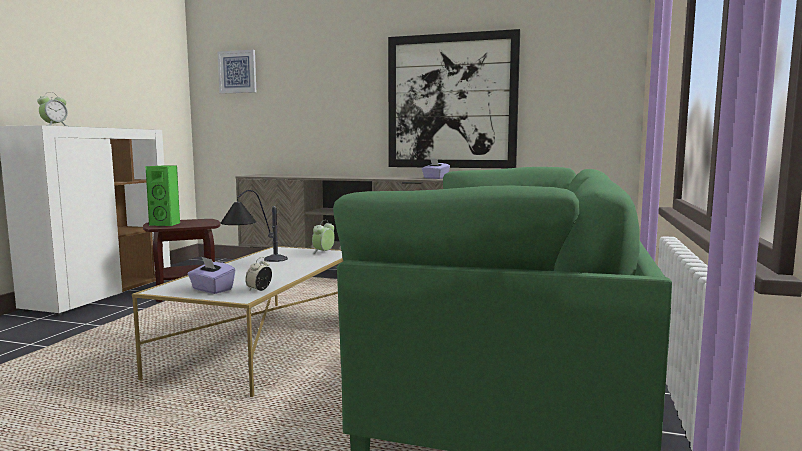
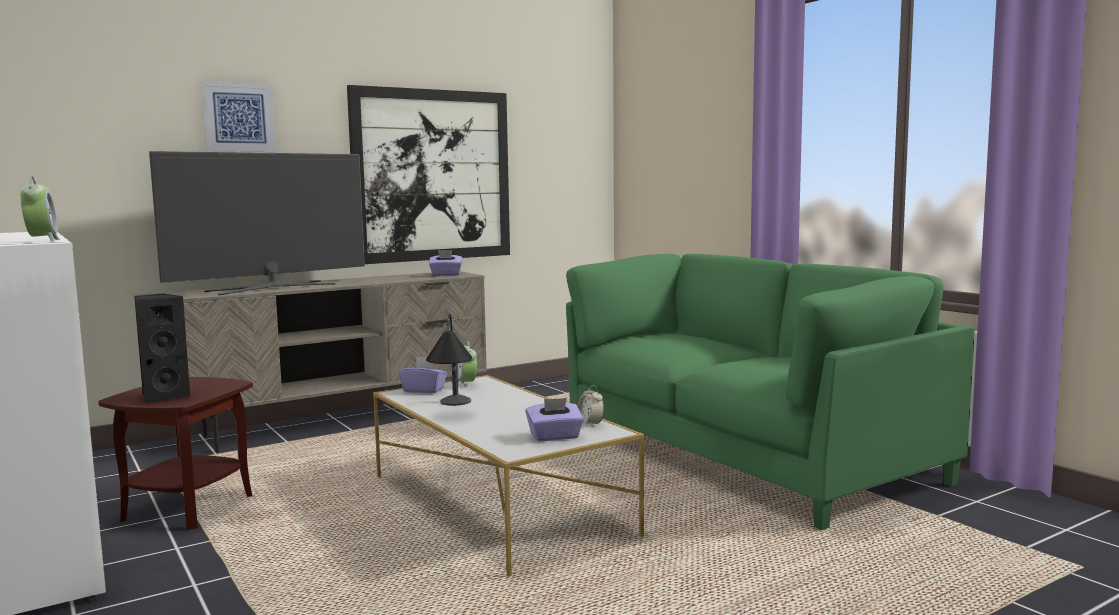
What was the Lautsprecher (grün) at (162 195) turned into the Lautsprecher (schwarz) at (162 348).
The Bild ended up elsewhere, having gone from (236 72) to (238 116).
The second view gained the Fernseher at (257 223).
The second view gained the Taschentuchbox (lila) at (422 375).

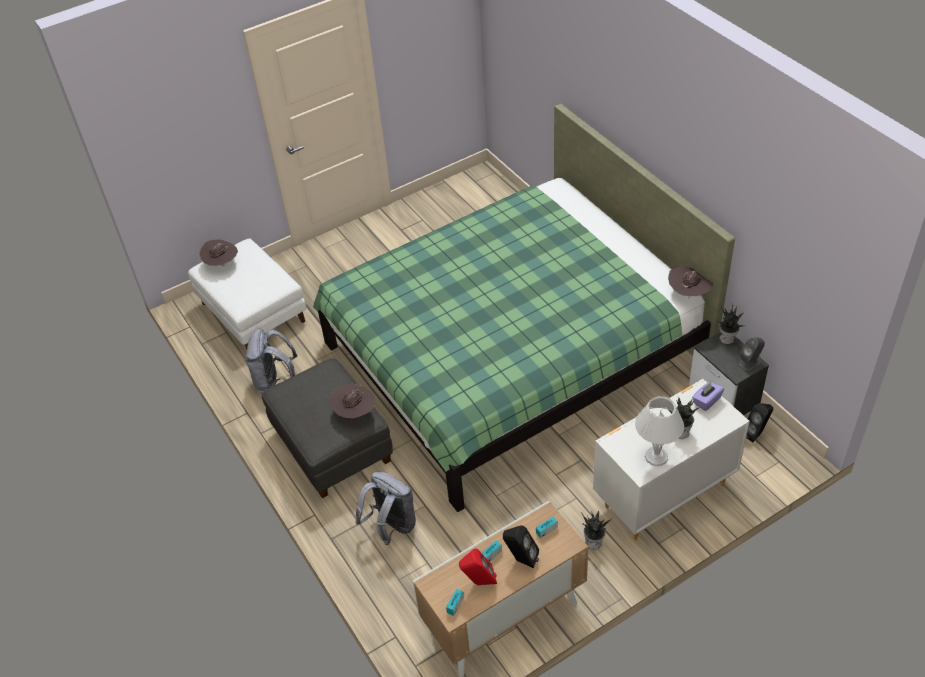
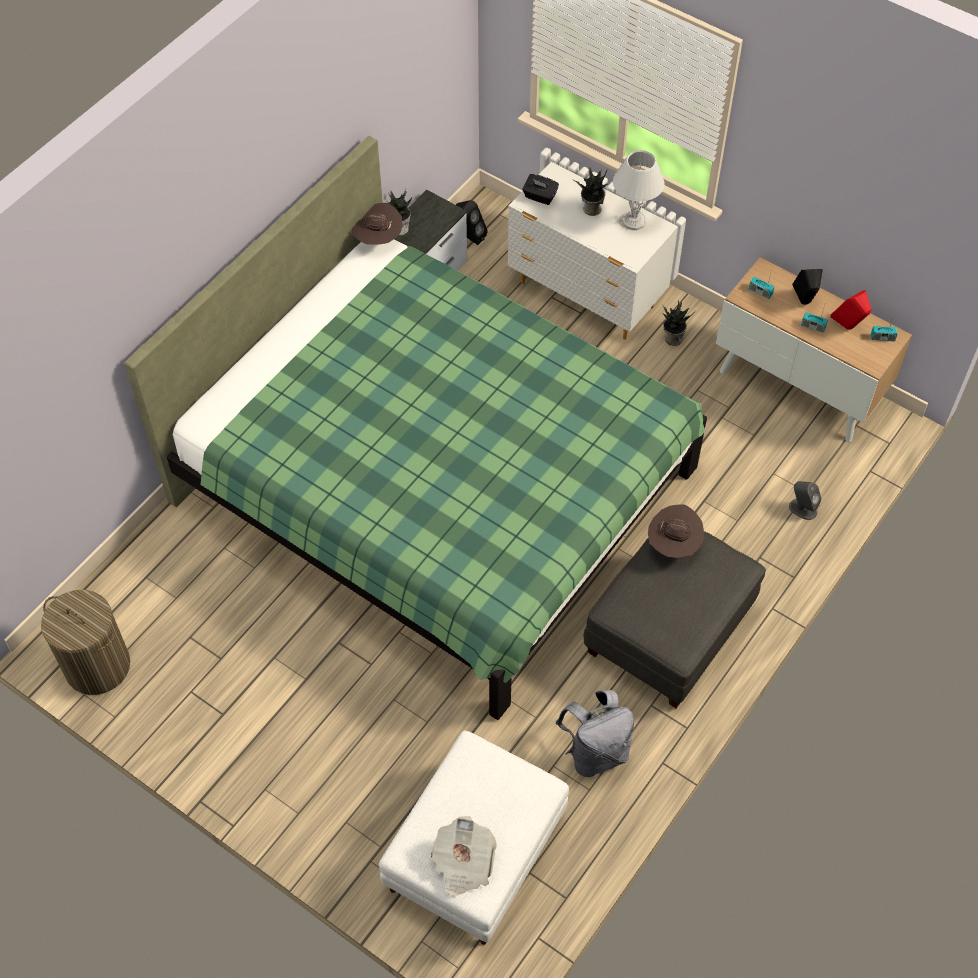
Where the Hut (braun) stood at (218 253), the Zeitung came to stand at (464 856).
The second view lost the Rucksack (grau) at (385 508).
What was the Taschentuchbox (lila) at (708 396) turned into the Taschentuchbox (schwarz) at (540 189).
The Lautsprecher (grau) ended up elsewhere, having gone from (752 354) to (805 500).
The second view gained the Wäschekorb at (85 642).

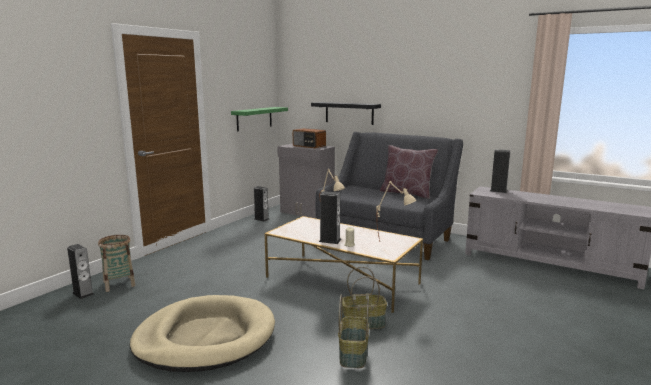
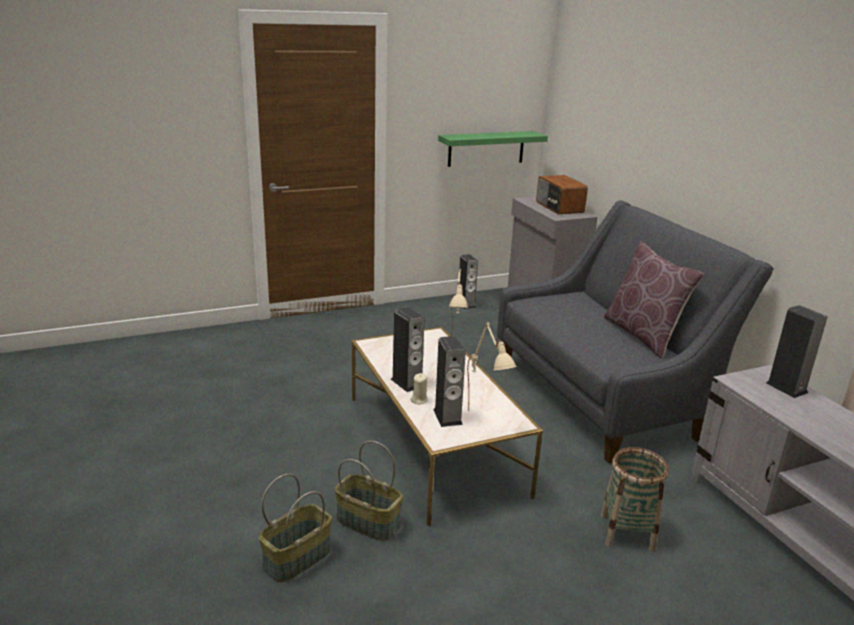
The Lautsprecher ended up elsewhere, having gone from (80 271) to (449 381).
The Korb ended up elsewhere, having gone from (117 263) to (635 499).
The second view lost the Hundebett (beige) at (202 333).
The second view lost the Wandregal (schwarz) at (346 113).

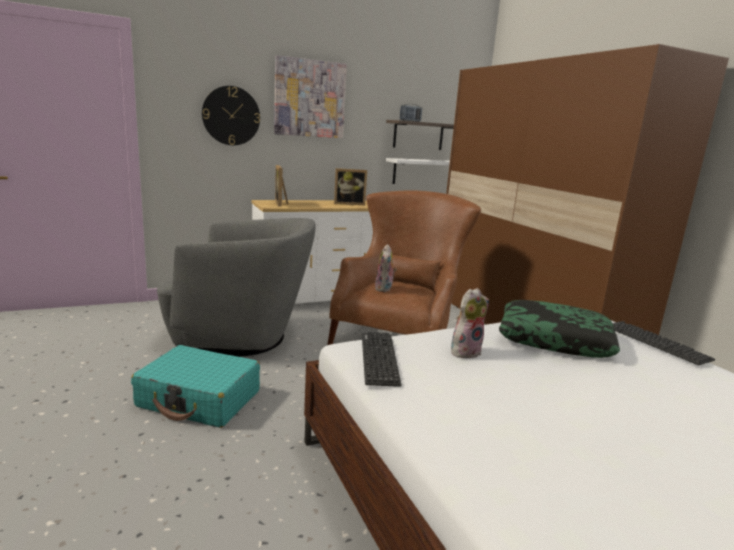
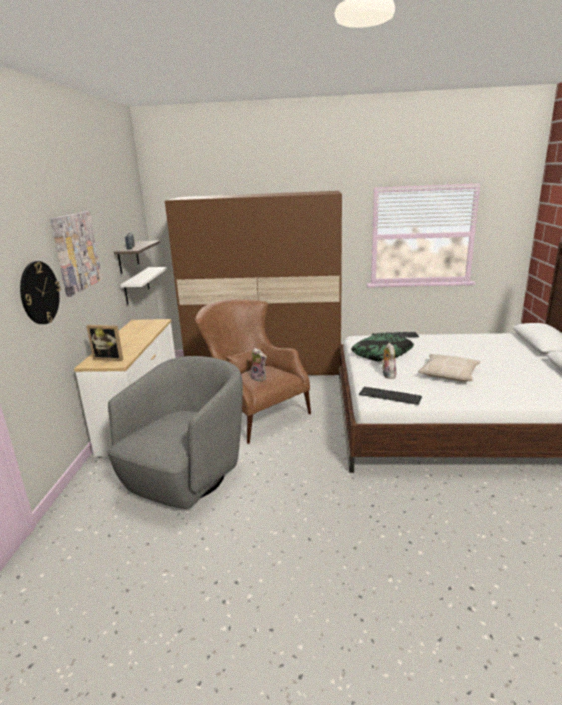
The second view lost the Koffer (türkis) at (195 386).
The second view lost the Bilderrahmen at (350 186).
The second view gained the Kissen (beige) at (449 368).

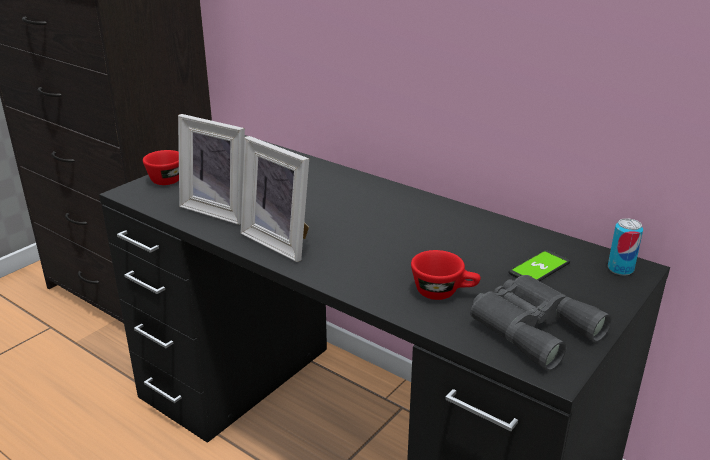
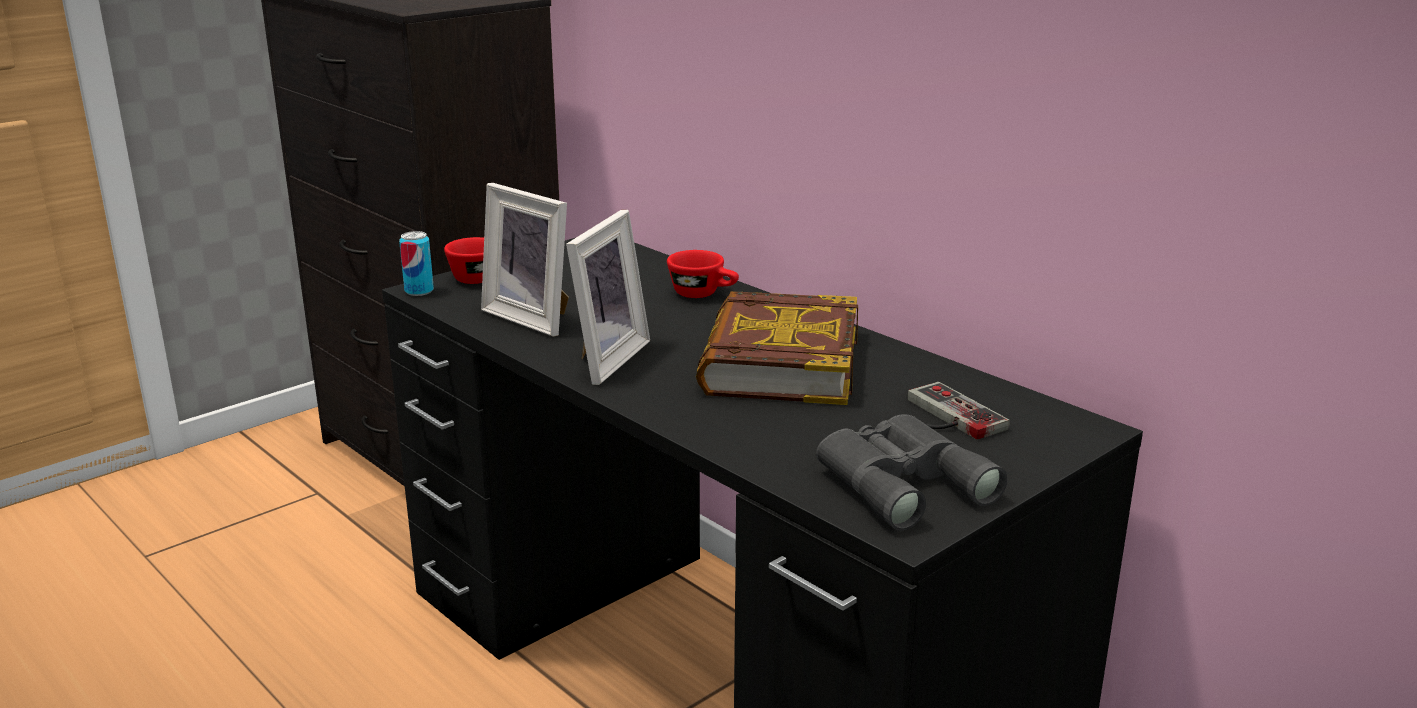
The Bilderrahmen at (275 199) ended up facing another way, 120 degrees counterclockwise from before.
The Tasse (rot) ended up elsewhere, having gone from (446 275) to (703 274).
Where the Handy stood at (539 265), the Gamepad came to stand at (958 411).
The Dose ended up elsewhere, having gone from (625 246) to (416 263).
The second view gained the Buch at (777 348).

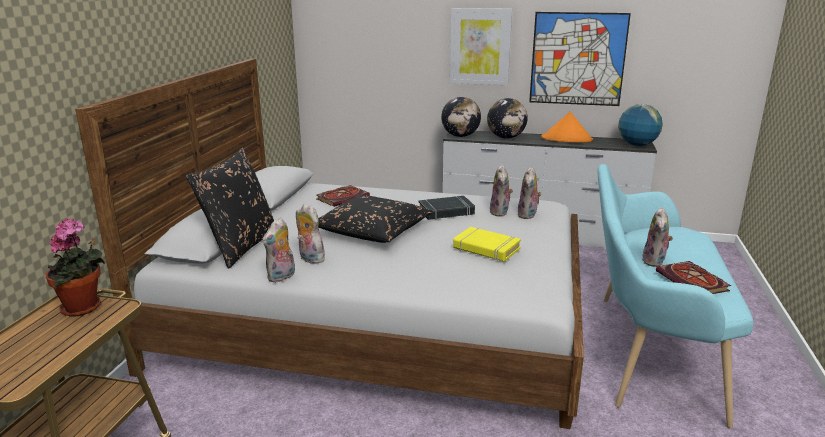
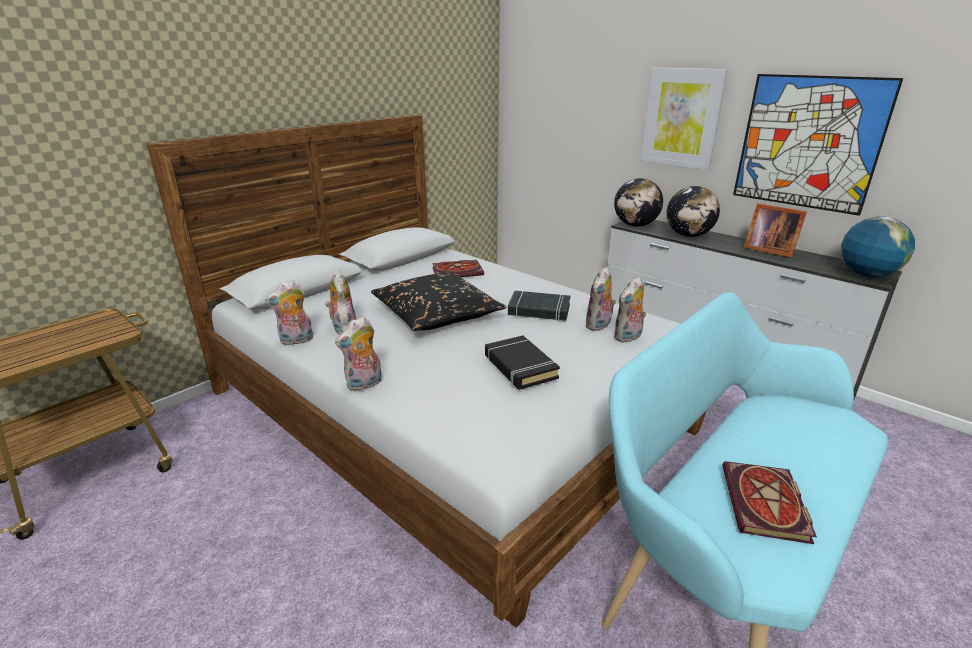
The second view lost the Topfpflanze at (75 267).
The second view lost the Kissen (schwarz) at (230 208).
What was the Buch (gelb) at (487 244) turned into the Buch (schwarz) at (522 363).
Where the Hut (orange) stood at (567 127), the Bilderrahmen came to stand at (775 230).
The Plüschtier ended up elsewhere, having gone from (657 237) to (358 354).

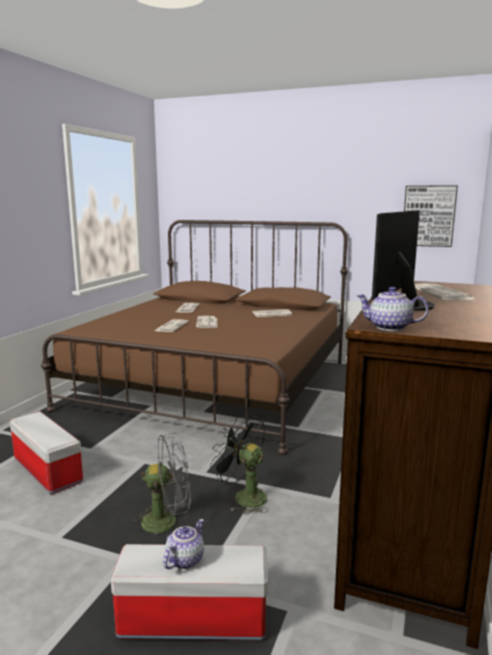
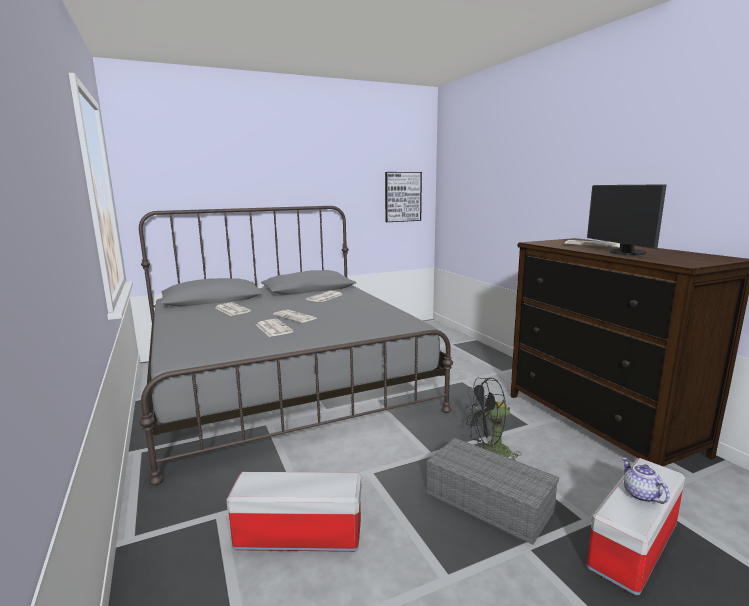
What was the Bett (braun) at (194 337) turned into the Bett (grau) at (296 345).
Where the Ventilator (grau) stood at (161 486), the Aufbewahrungsbox (grau) came to stand at (493 491).
The second view lost the Teekanne at (393 309).

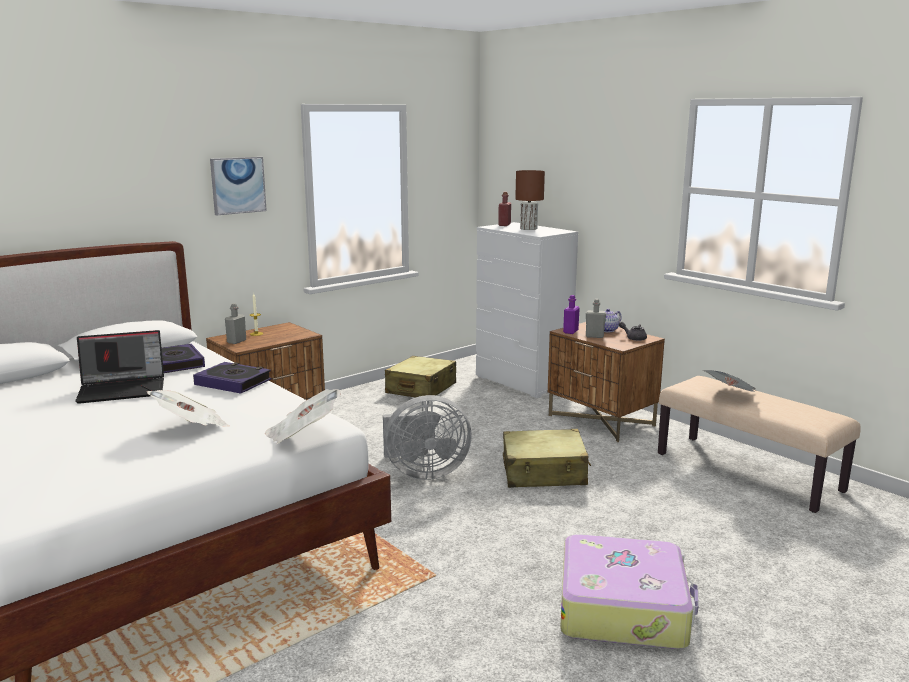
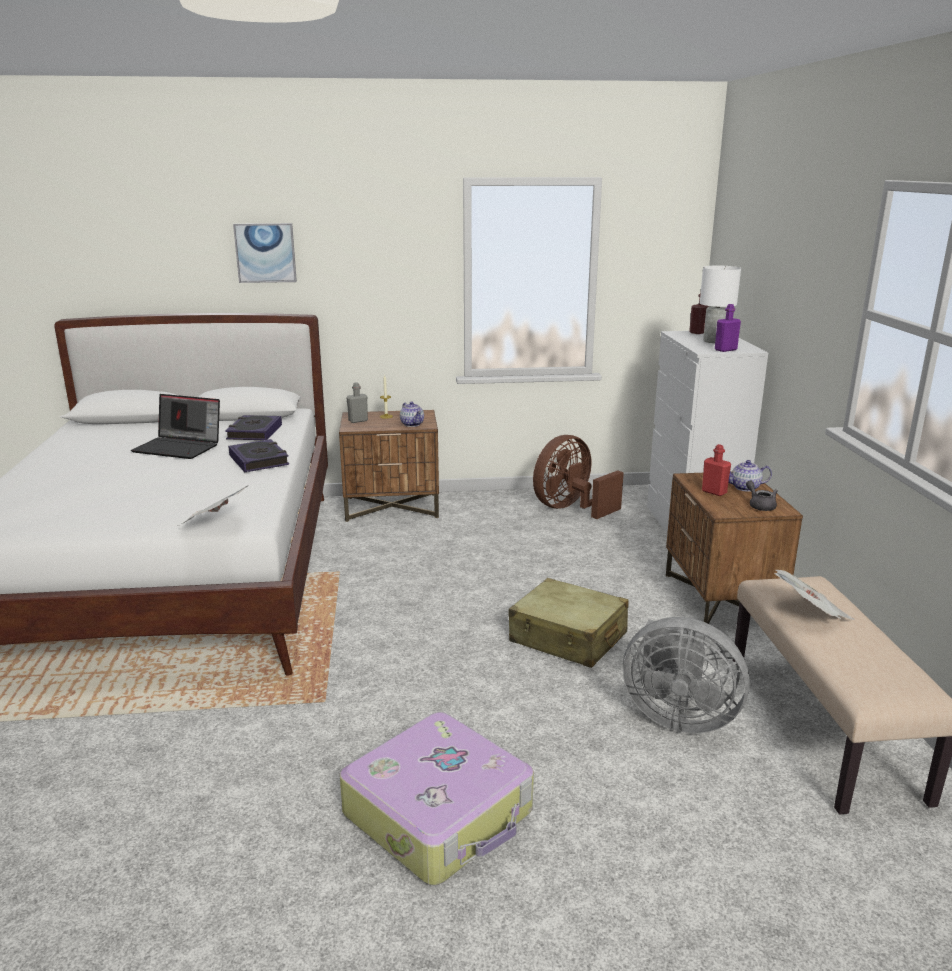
The second view lost the Zeitung at (188 408).
The Bild ended up elsewhere, having gone from (238 186) to (265 253).
The Ventilator (grau) ended up elsewhere, having gone from (427 437) to (686 675).
Where the Koffer (beige) stood at (420 377), the Ventilator (braun) came to stand at (578 477).
What was the Tischlampe (braun) at (530 200) turned into the Tischlampe (weiß) at (720 304).
The Flasche (lila) ended up elsewhere, having gone from (571 314) to (728 328).
What was the Flasche (grau) at (596 318) turned into the Flasche (rot) at (716 470).
The second view gained the Teekanne at (412 414).

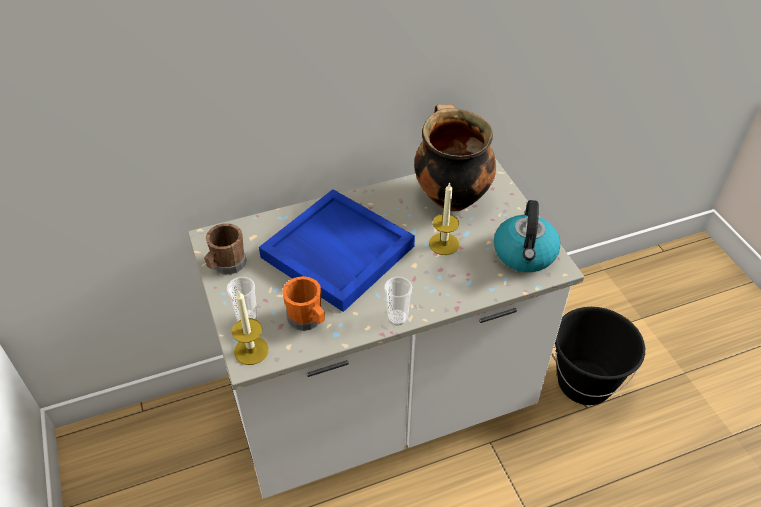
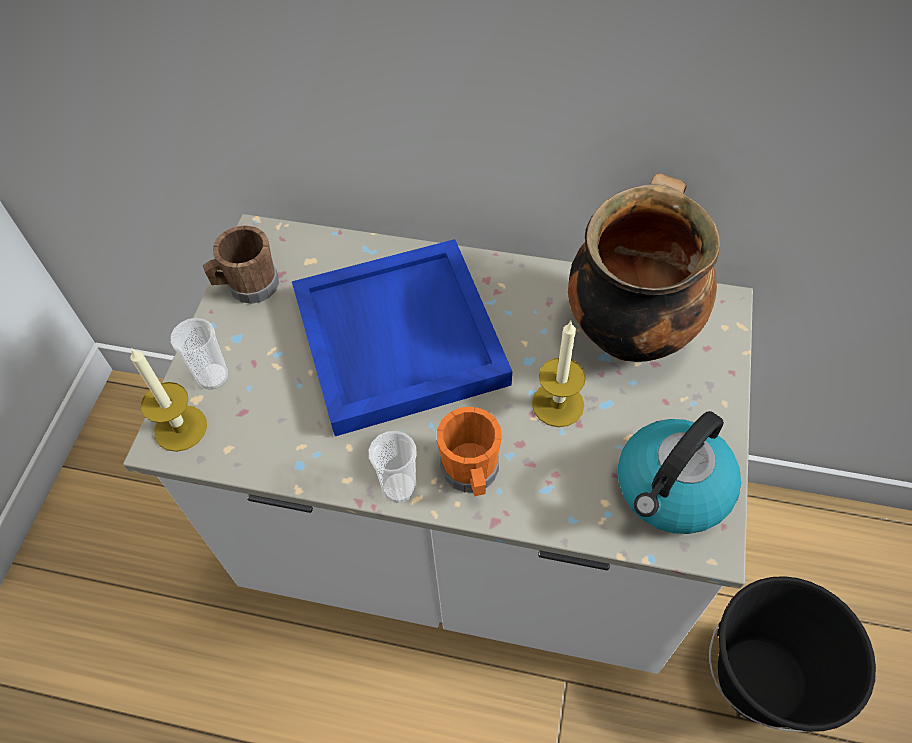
The Henkelbecher (orange) ended up elsewhere, having gone from (303 303) to (469 451).

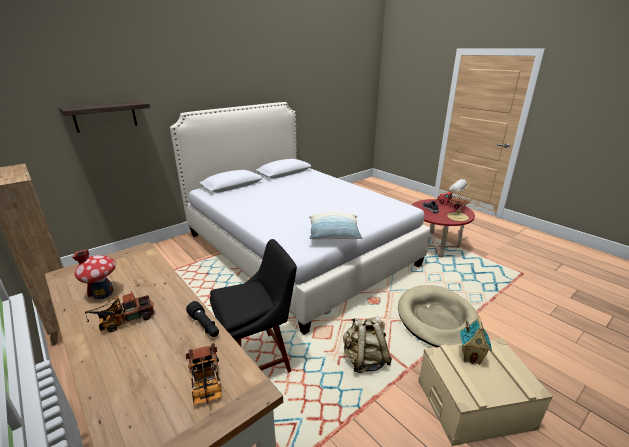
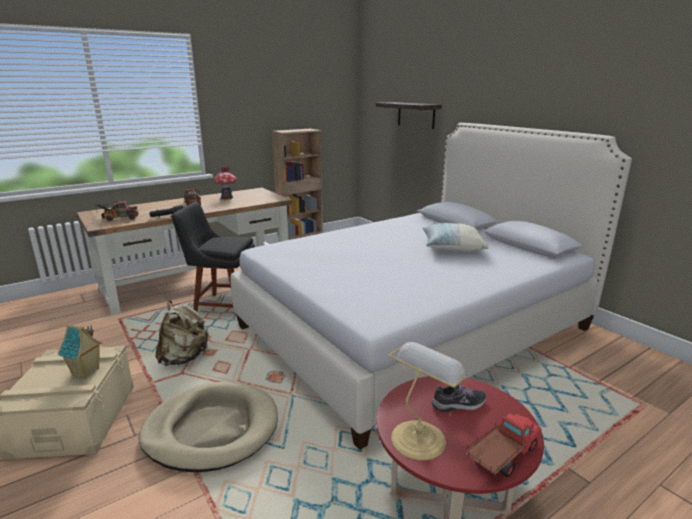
The Stuhl (schwarz) at (253 306) ended up facing another way, 120 degrees clockwise from before.
The Kissen ended up elsewhere, having gone from (335 226) to (455 237).

